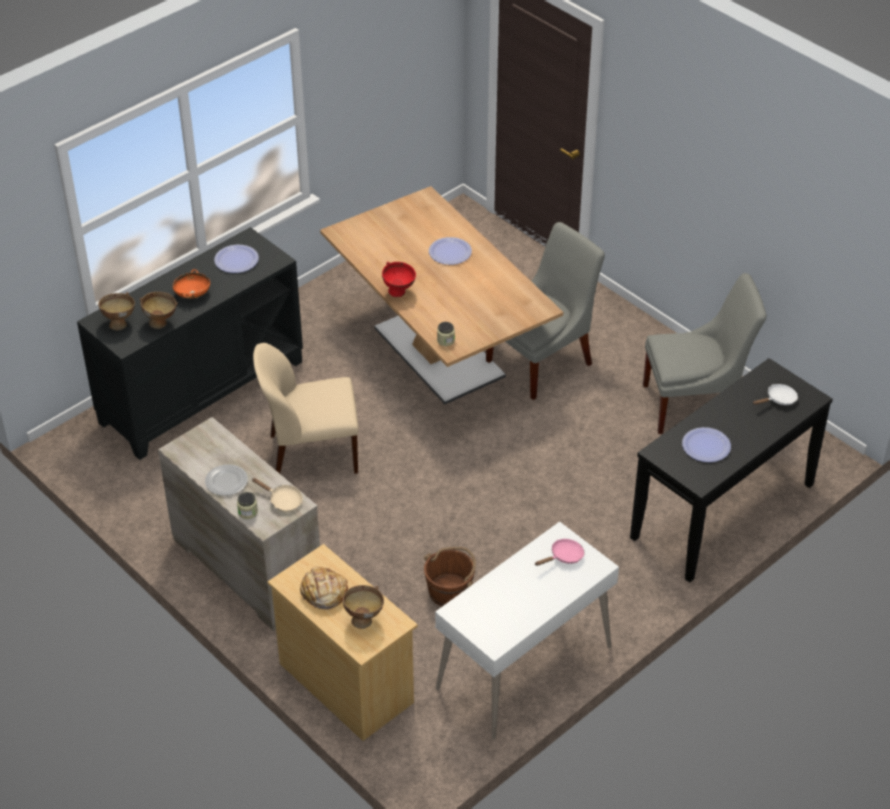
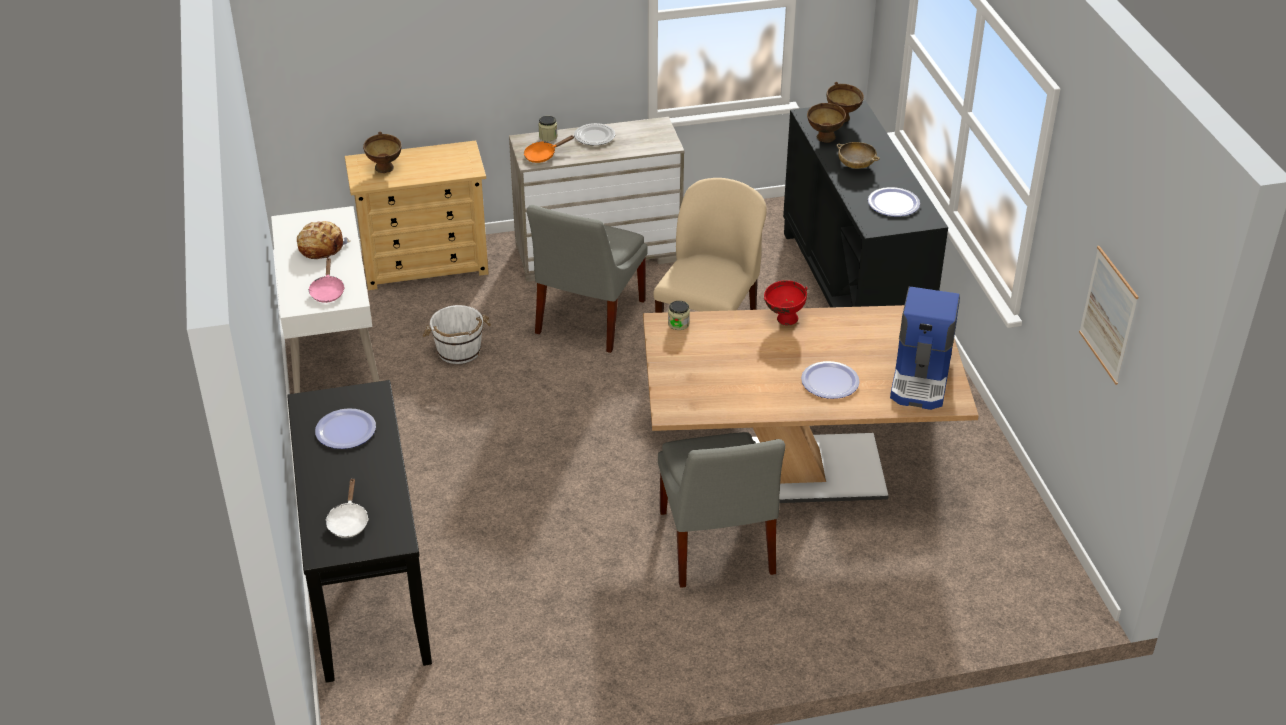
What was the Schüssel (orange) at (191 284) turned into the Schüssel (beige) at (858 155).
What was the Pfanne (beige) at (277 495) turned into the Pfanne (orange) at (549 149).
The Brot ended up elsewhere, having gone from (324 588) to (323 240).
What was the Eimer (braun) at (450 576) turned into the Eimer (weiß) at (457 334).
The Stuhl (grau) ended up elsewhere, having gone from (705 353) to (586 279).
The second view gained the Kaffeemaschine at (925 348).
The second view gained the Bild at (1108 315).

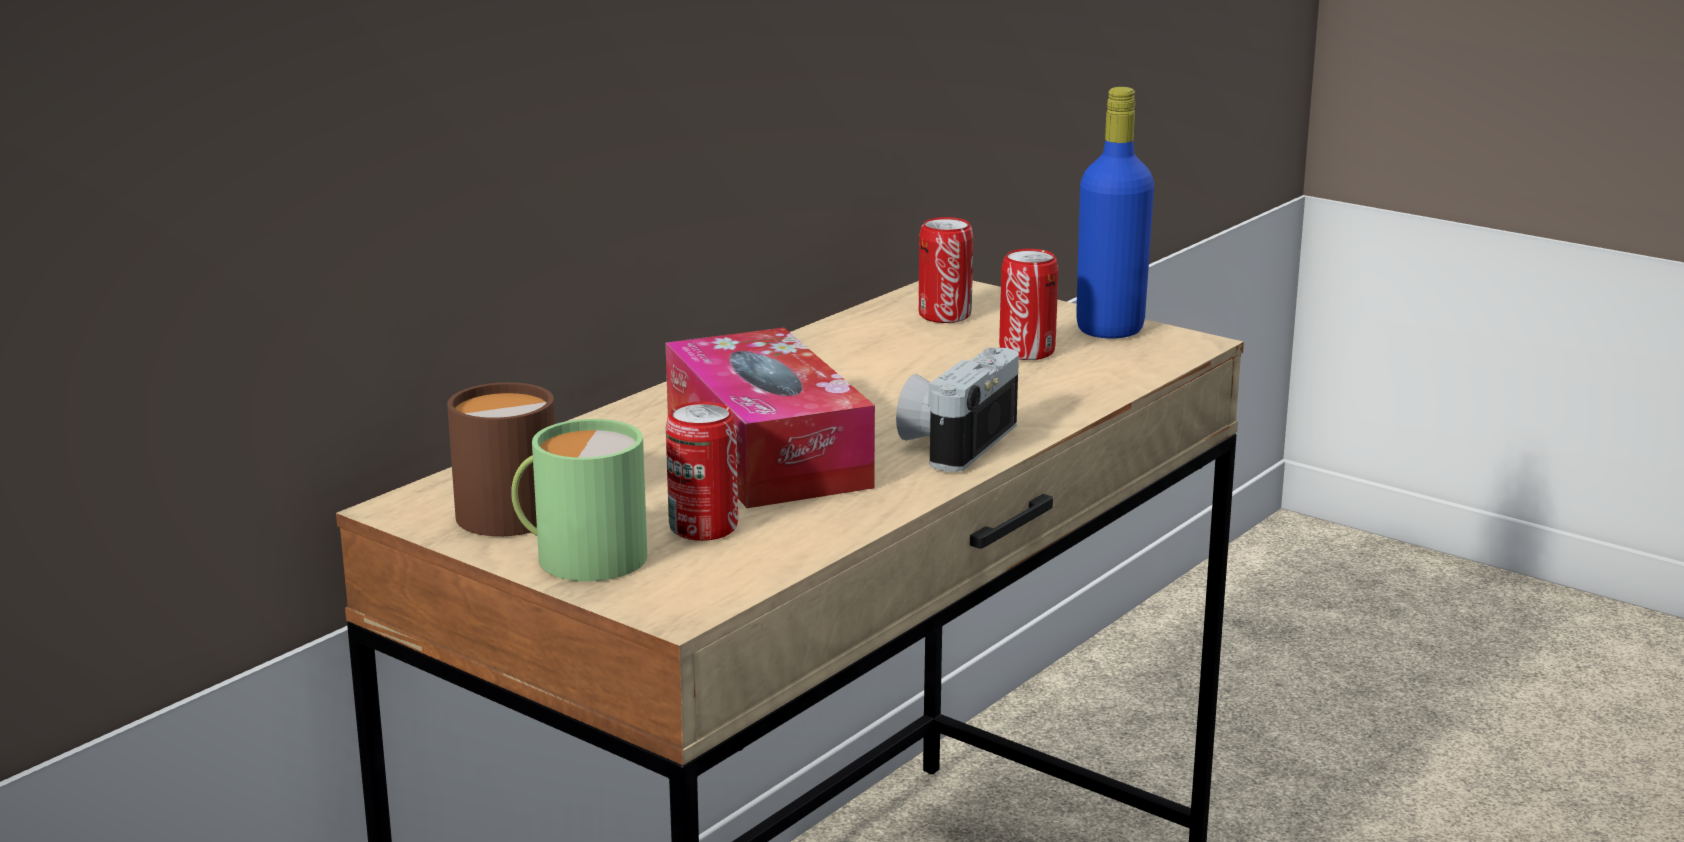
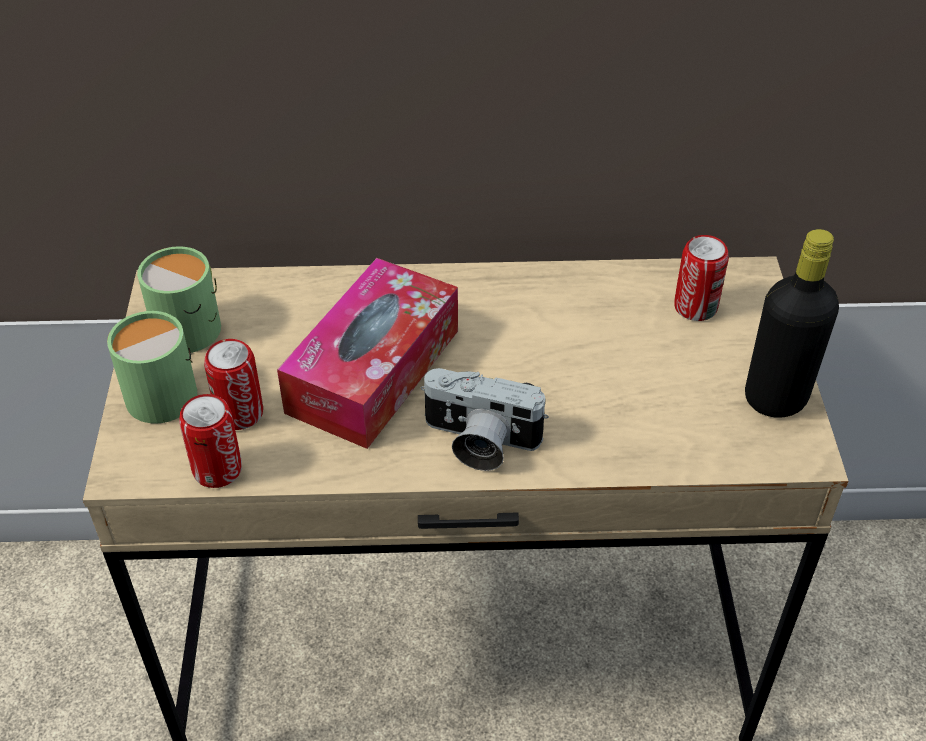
What was the Henkelbecher (braun) at (501 459) turned into the Henkelbecher (grün) at (179 299).
The Kamera at (957 410) ended up facing another way, 150 degrees counterclockwise from before.
The Dose ended up elsewhere, having gone from (1029 304) to (210 441).
What was the Flasche (blau) at (1115 213) turned into the Flasche (schwarz) at (792 323).

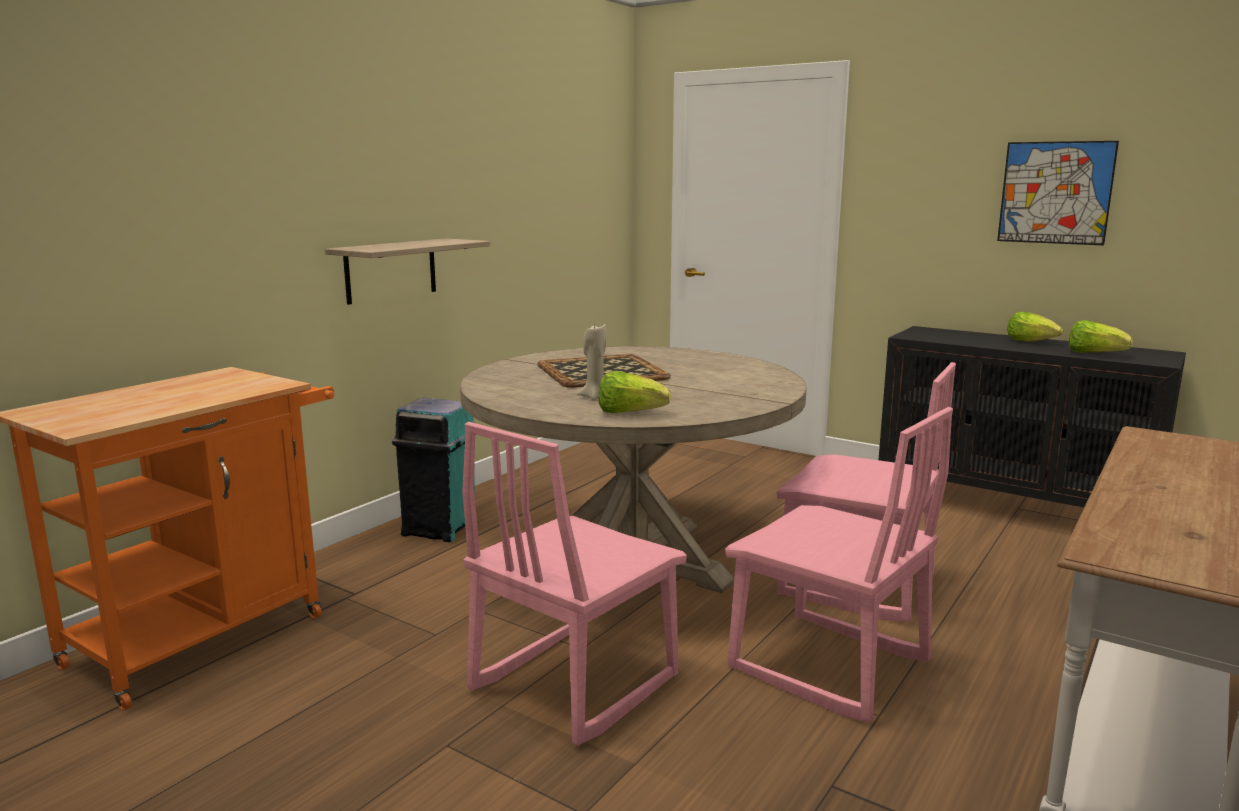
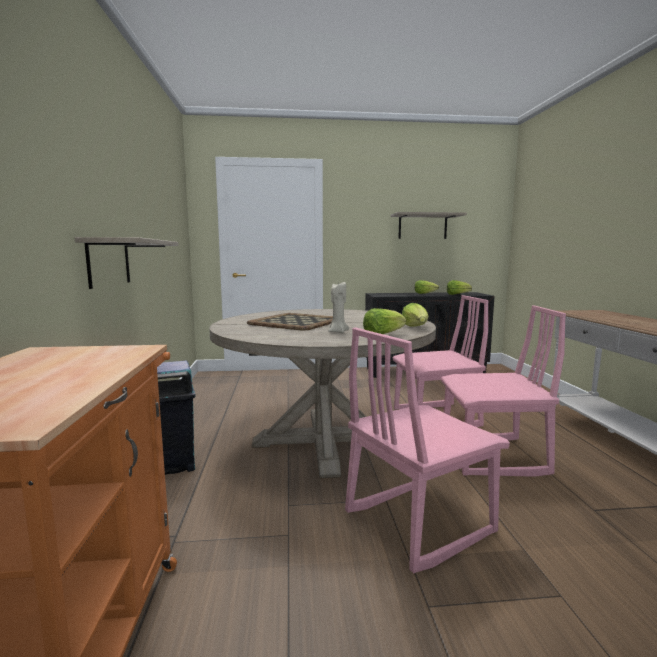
The Stuhl (rosa) at (574 584) ended up facing another way, 60 degrees clockwise from before.
Where the Bild hung at (1058 193), the Wandregal came to hang at (429 225).
The second view gained the Salatkopf at (415 315).

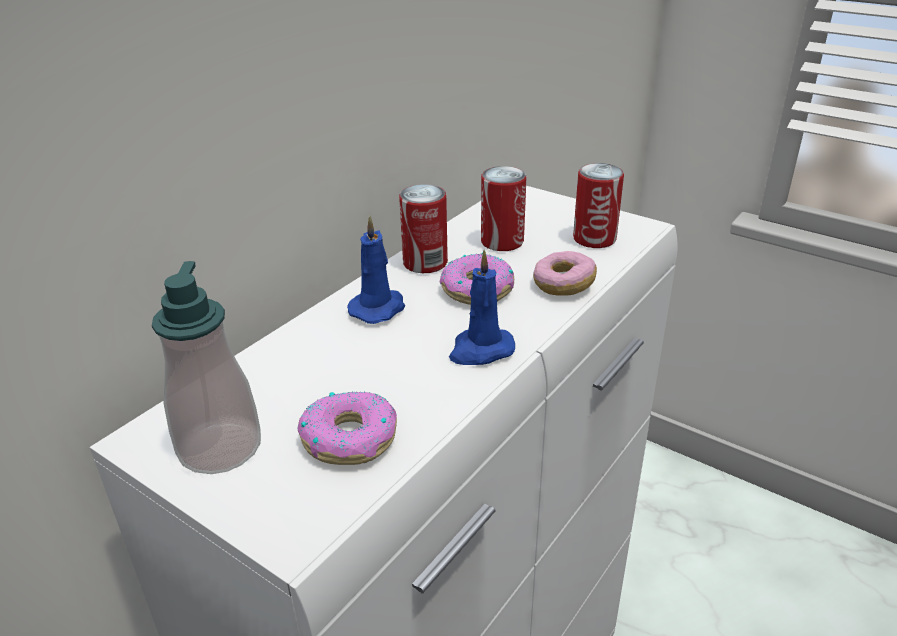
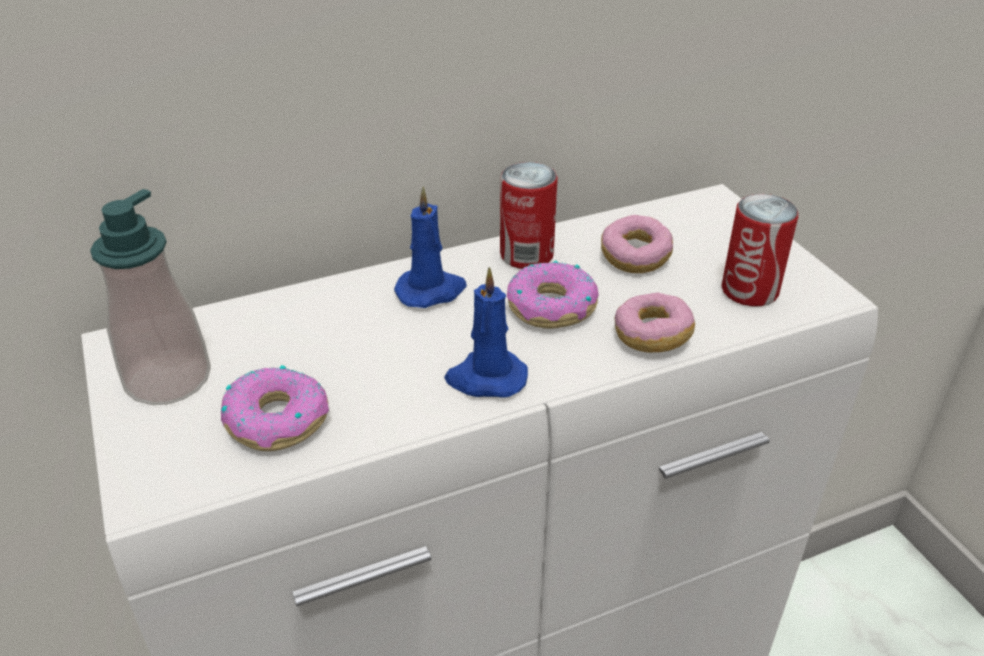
Where the Dose stood at (504 208), the Donut came to stand at (637 244).

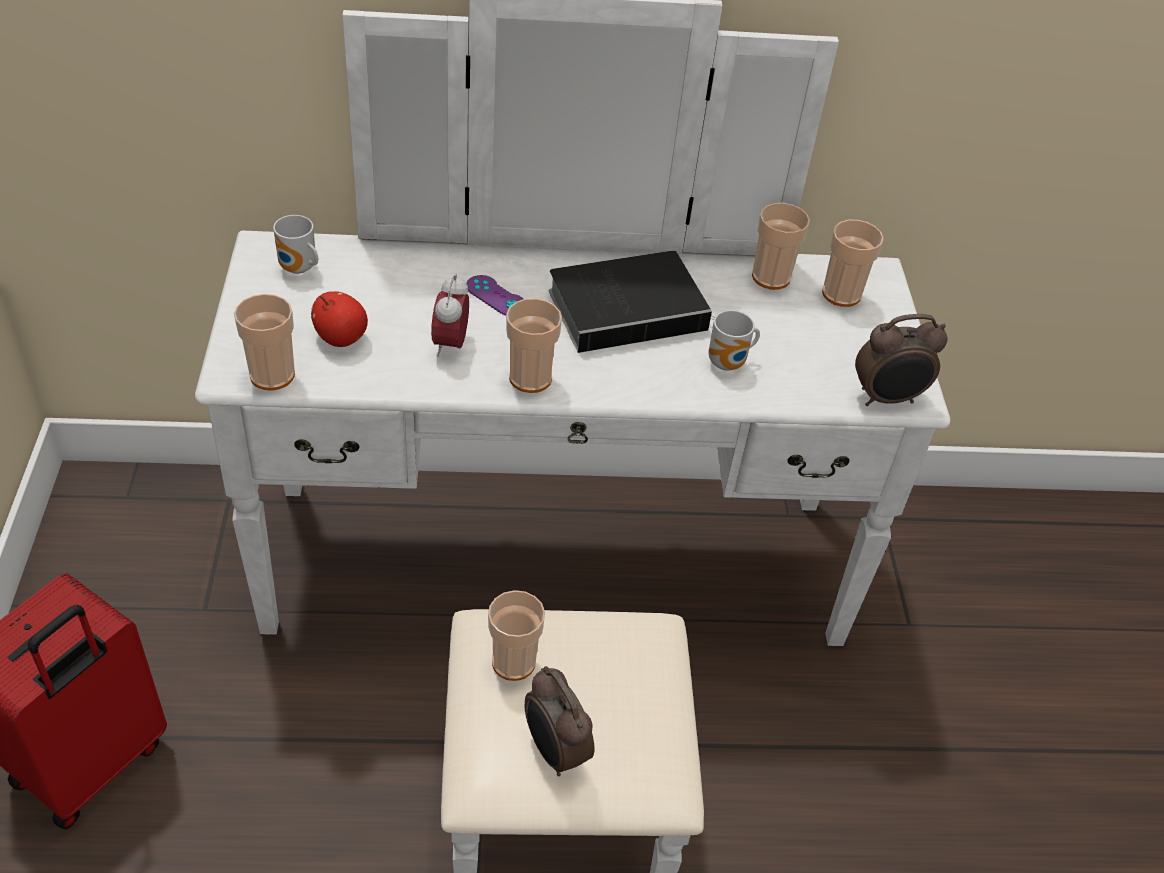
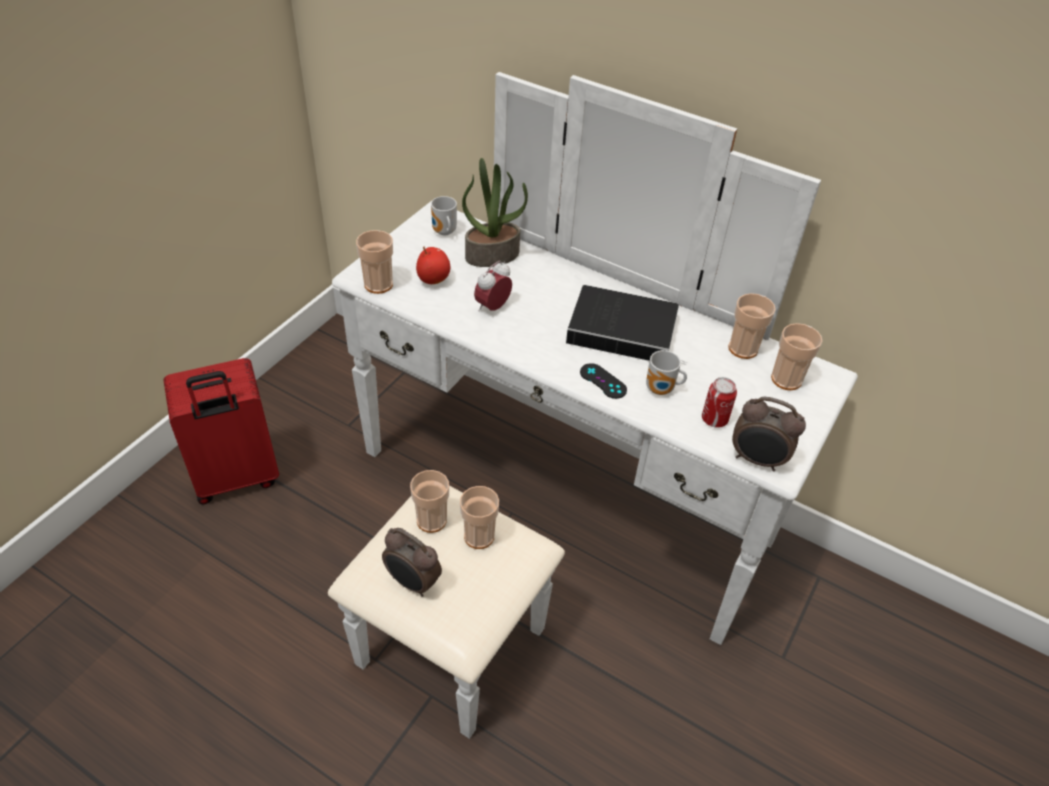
The second view lost the Gamepad (lila) at (495 295).
The Tasse ended up elsewhere, having gone from (534 345) to (479 517).
The Wecker at (559 721) ended up facing another way, 60 degrees counterclockwise from before.
The second view gained the Topfpflanze at (495 212).
The second view gained the Gamepad (schwarz) at (603 381).
The second view gained the Dose at (719 402).

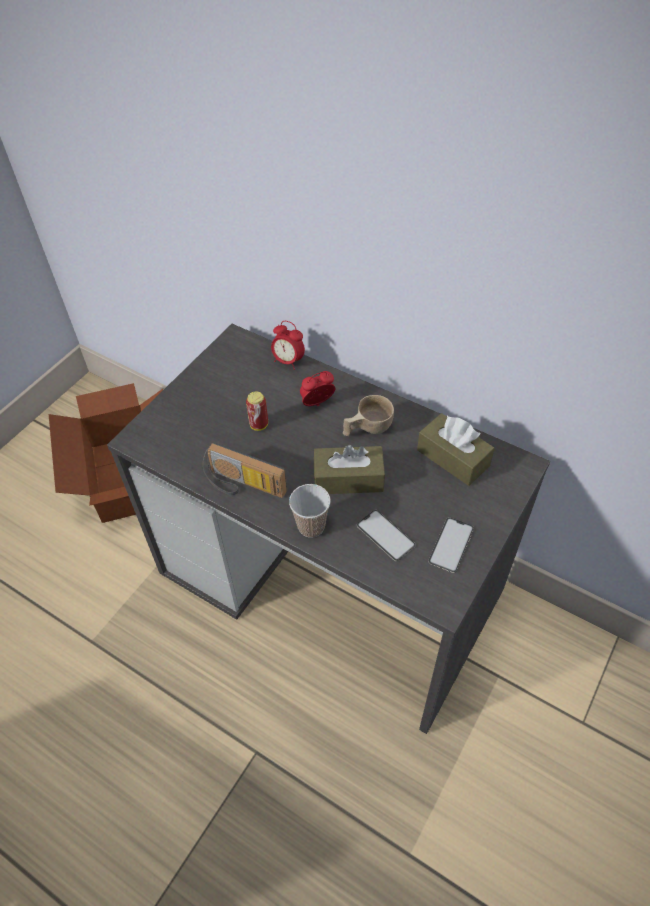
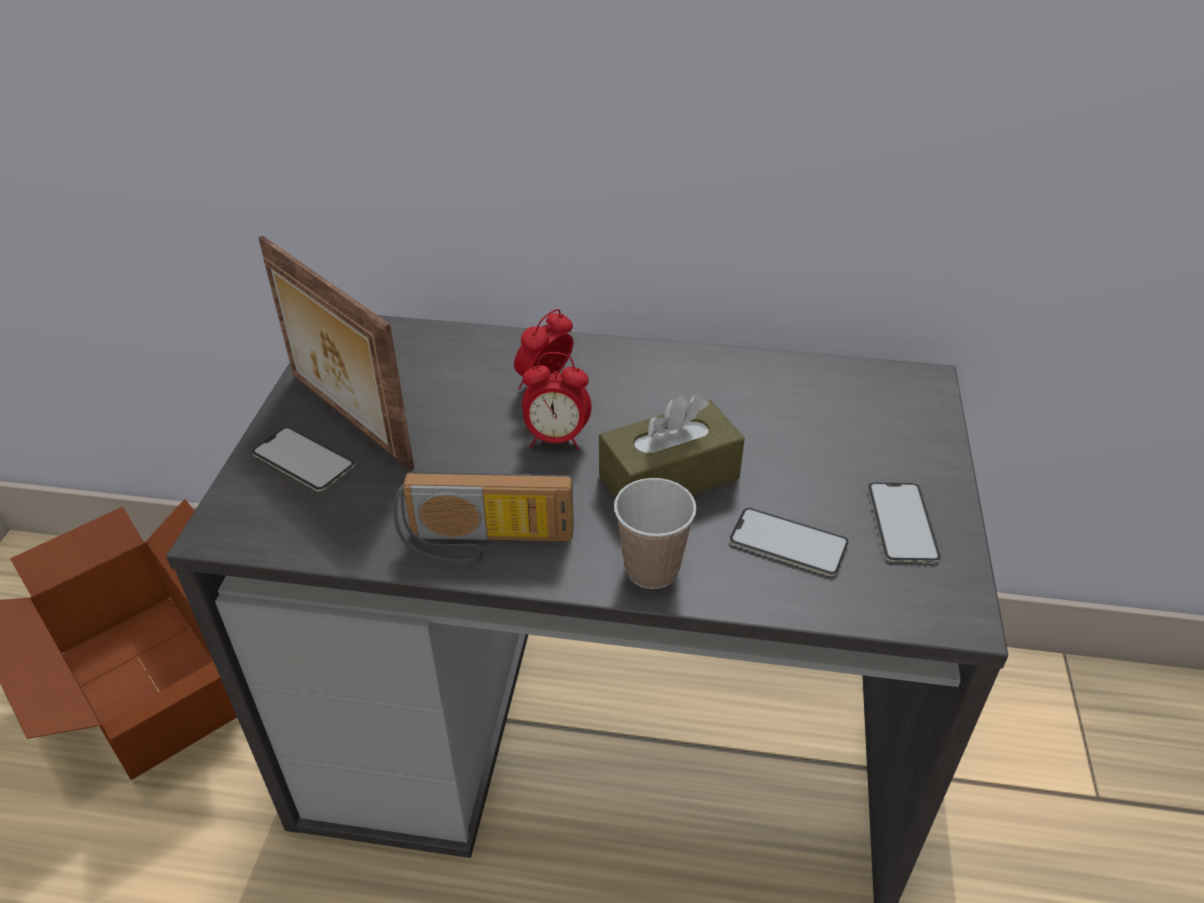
The second view lost the Dose at (257 411).
The Wecker ended up elsewhere, having gone from (288 345) to (557 401).
The second view lost the Tasse (beige) at (368 415).
The second view lost the Taschentuchbox (braun) at (456 449).
The second view gained the Handy at (303 459).
The second view gained the Bilderrahmen at (336 353).

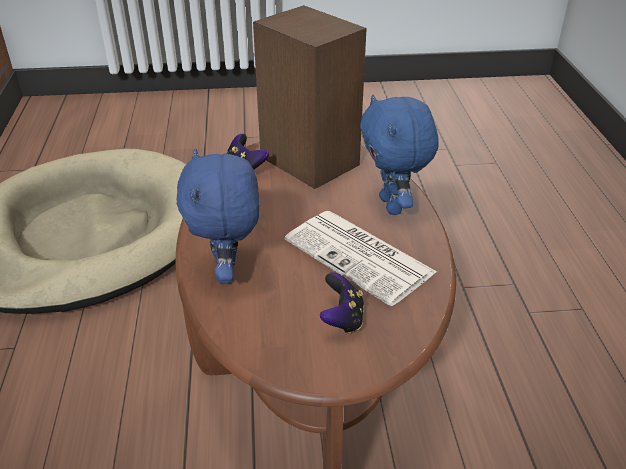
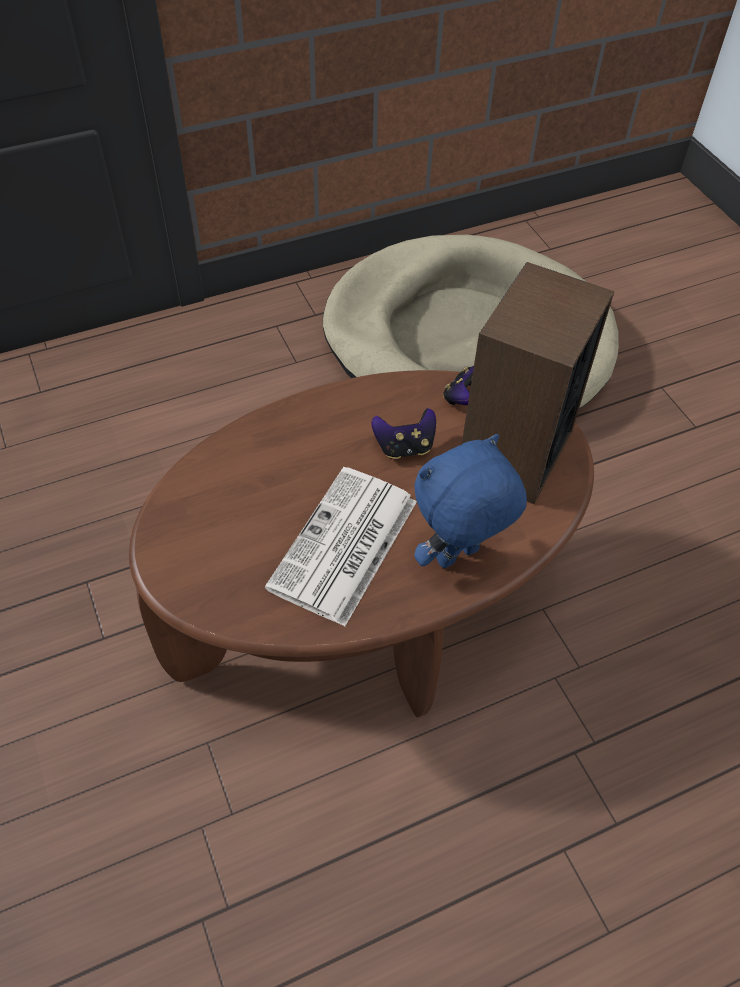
The second view lost the Plüschtier (blau) at (218 216).
The Gamepad ended up elsewhere, having gone from (342 303) to (403 433).

